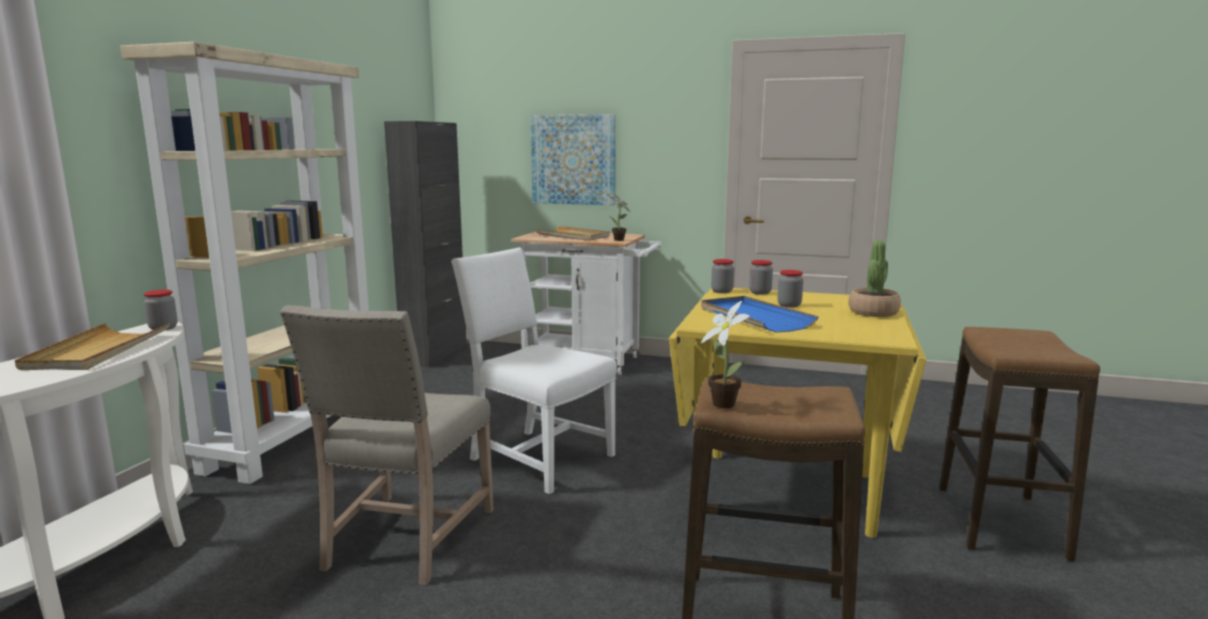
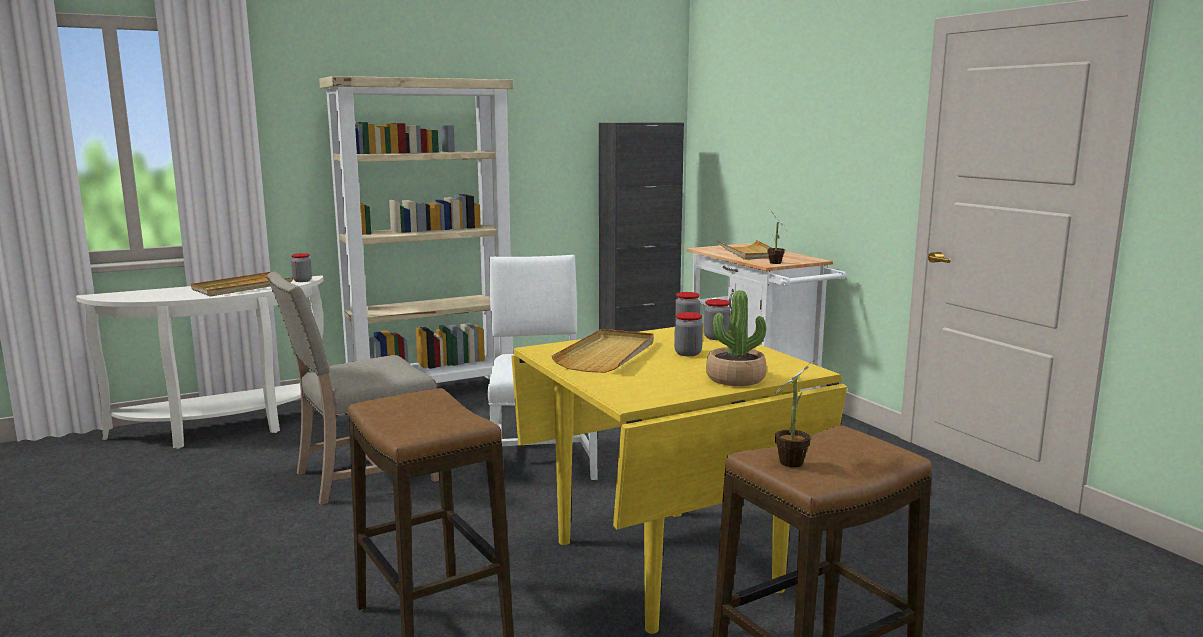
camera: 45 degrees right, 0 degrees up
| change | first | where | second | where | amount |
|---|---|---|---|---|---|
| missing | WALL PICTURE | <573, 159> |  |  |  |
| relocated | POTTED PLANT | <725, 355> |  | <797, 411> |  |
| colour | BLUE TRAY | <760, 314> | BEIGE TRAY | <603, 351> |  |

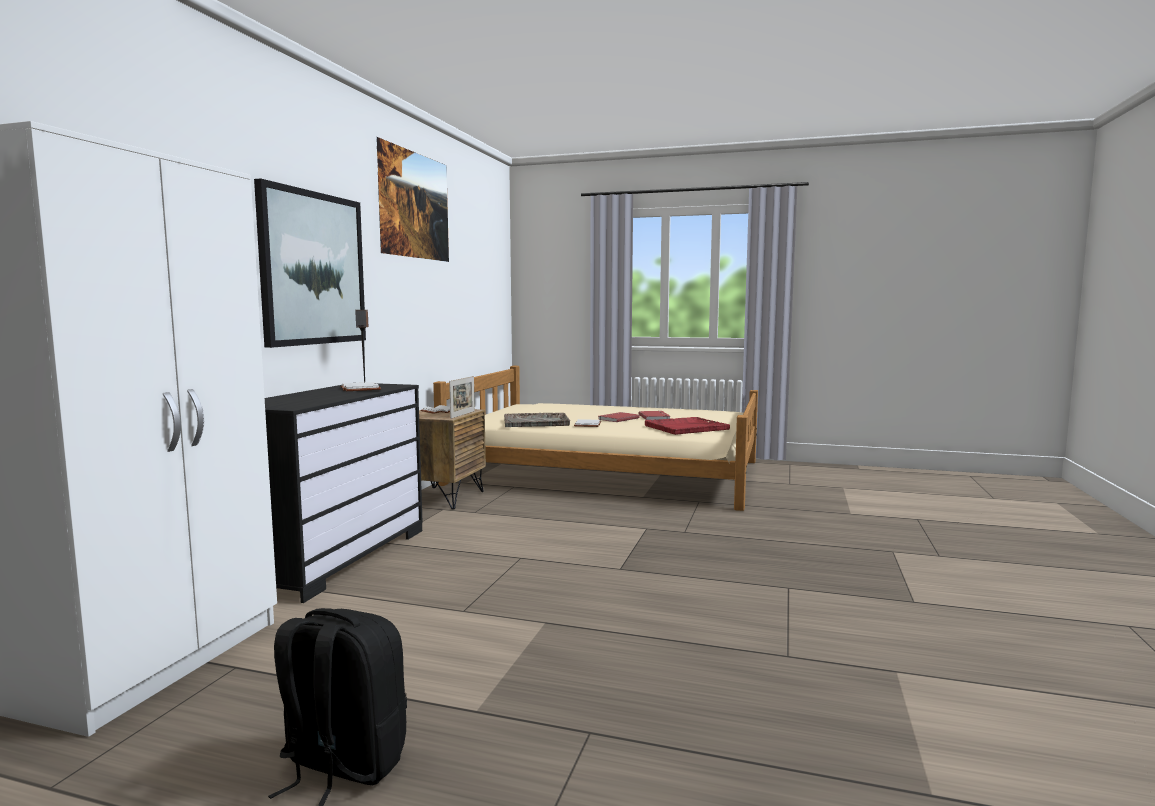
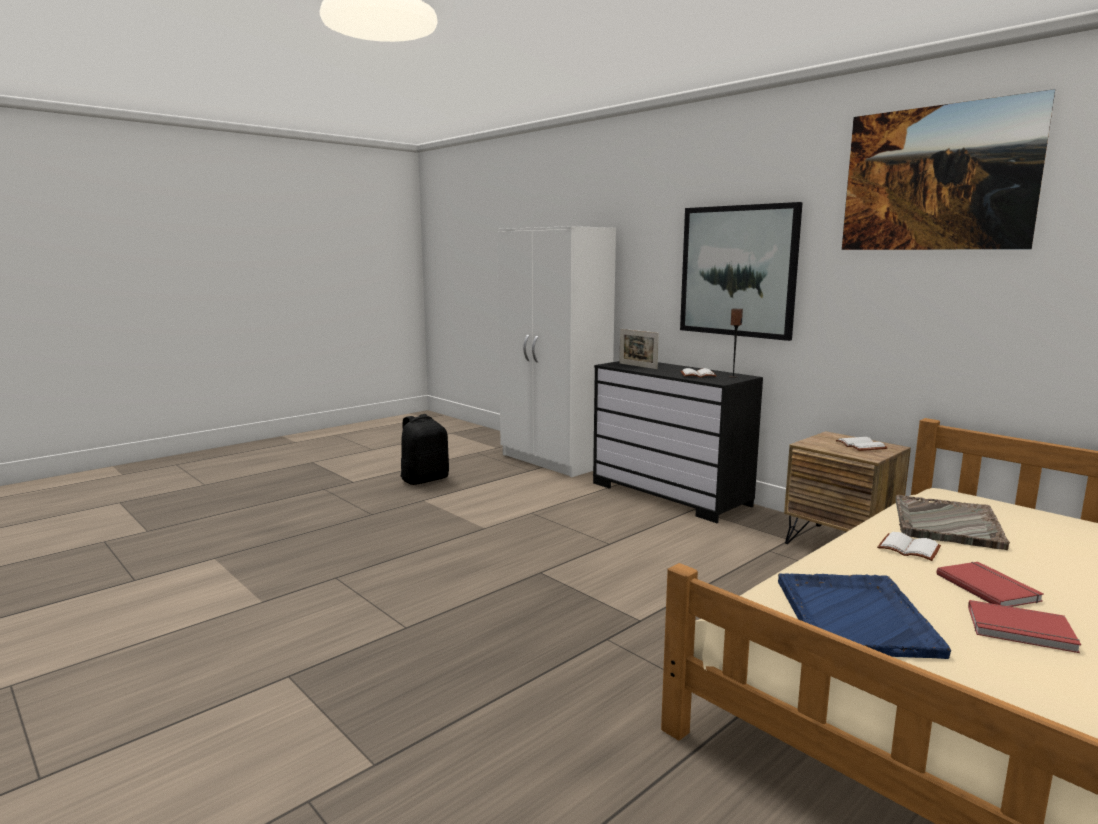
camera: 120 degrees right, 5 degrees up
| change | first | where | second | where | amount |
|---|---|---|---|---|---|
| relocated | STANDING FRAME | <462, 397> |  | <639, 349> |  |
| colour | RED TRAY | <687, 426> | BLUE TRAY | <864, 616> |  |

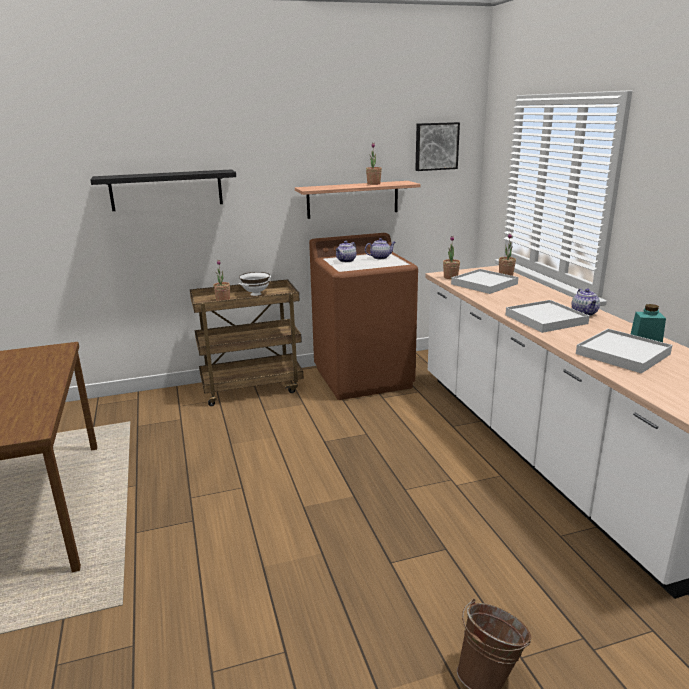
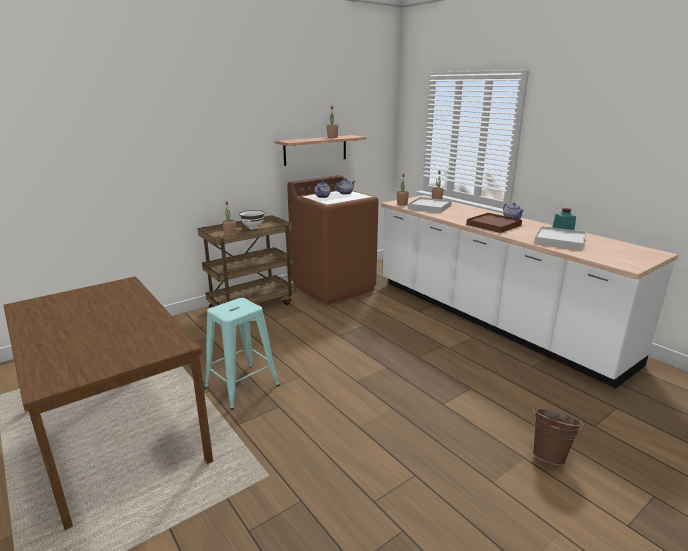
camera: 20 degrees left, 0 degrees up
| change | first | where | second | where | amount |
|---|---|---|---|---|---|
| missing | BLACK BRACKET SHELF | <163, 190> |  |  |  |
| missing | WALL PICTURE | <437, 146> |  |  |  |
| appeared |  |  | BLUE-GREEN SITTING STOOL | <242, 354> |  |
| colour | WHITE TRAY | <547, 316> | BROWN TRAY | <494, 223> |  |

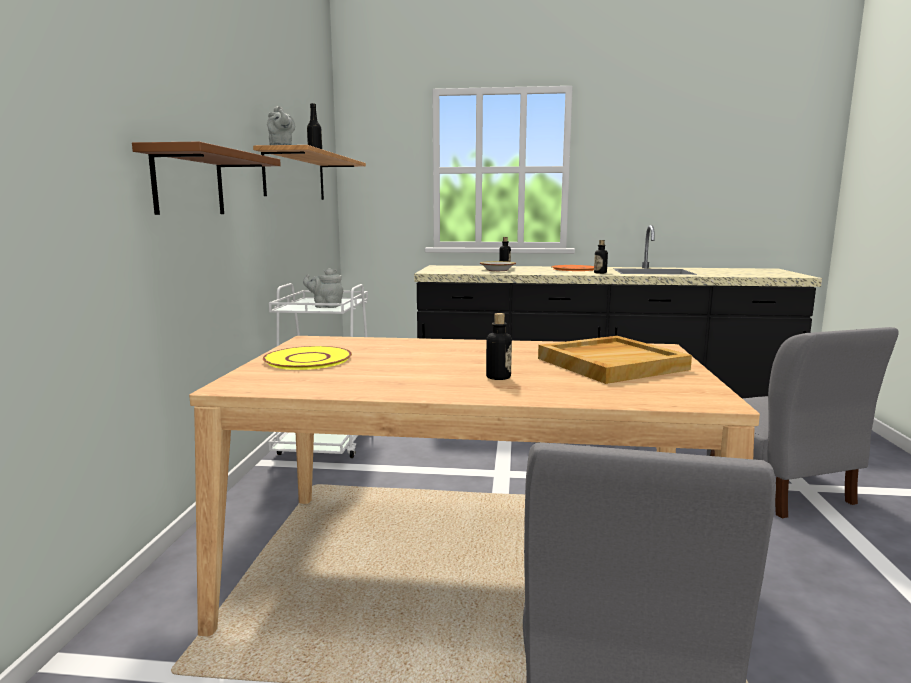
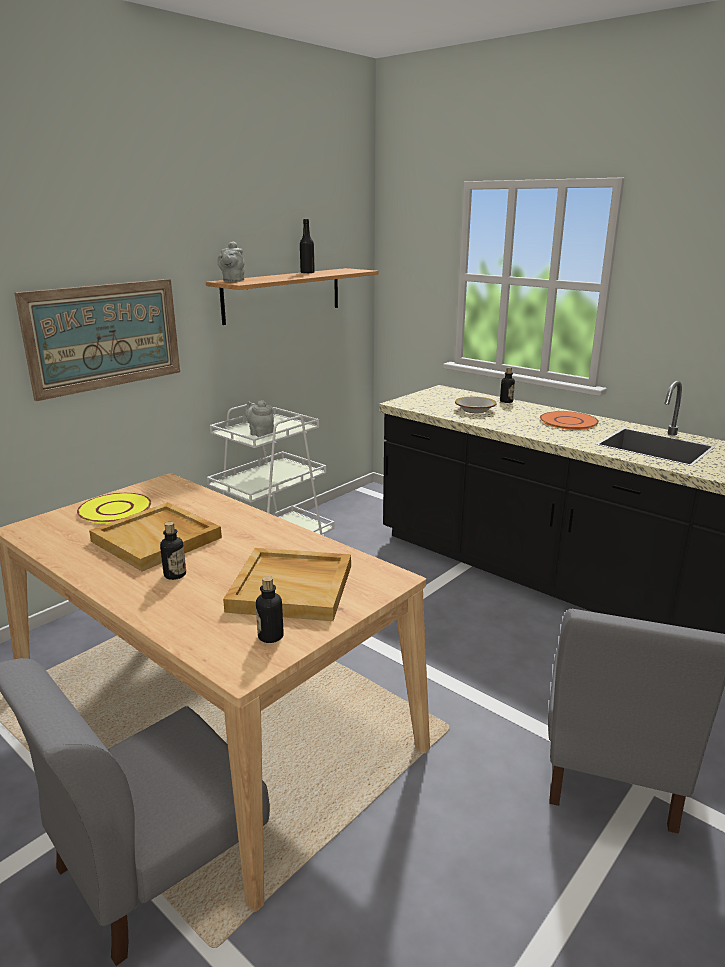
camera: 35 degrees right, 10 degrees up
| change | first | where | second | where | amount |
|---|---|---|---|---|---|
| appeared |  |  | BEIGE TRAY | <155, 536> |  |
| relocated | BEVERAGE BOTTLE | <601, 257> |  | <270, 609> |  |
| exchanged | BROWN BRACKET SHELF | <206, 178> | WALL PICTURE | <97, 340> |  |

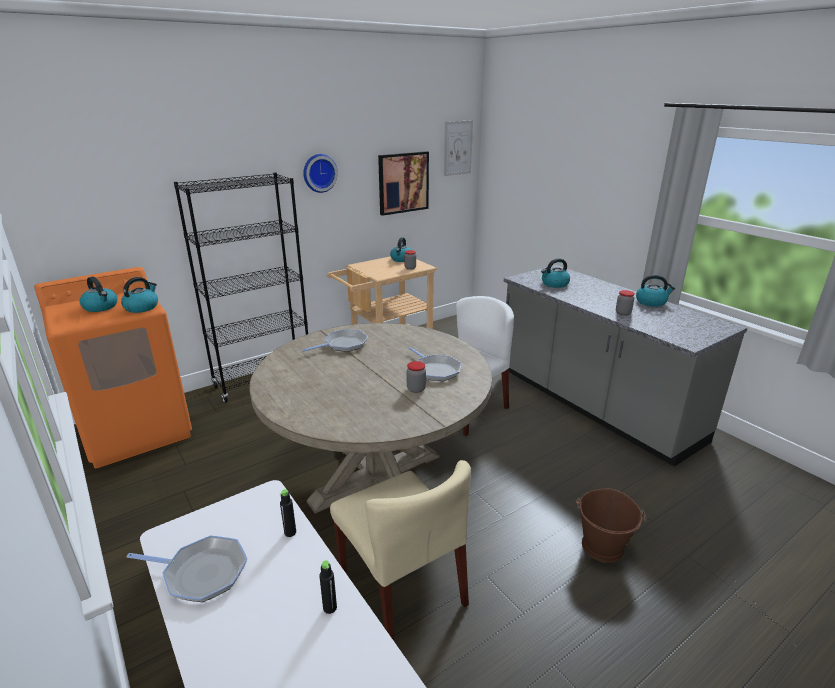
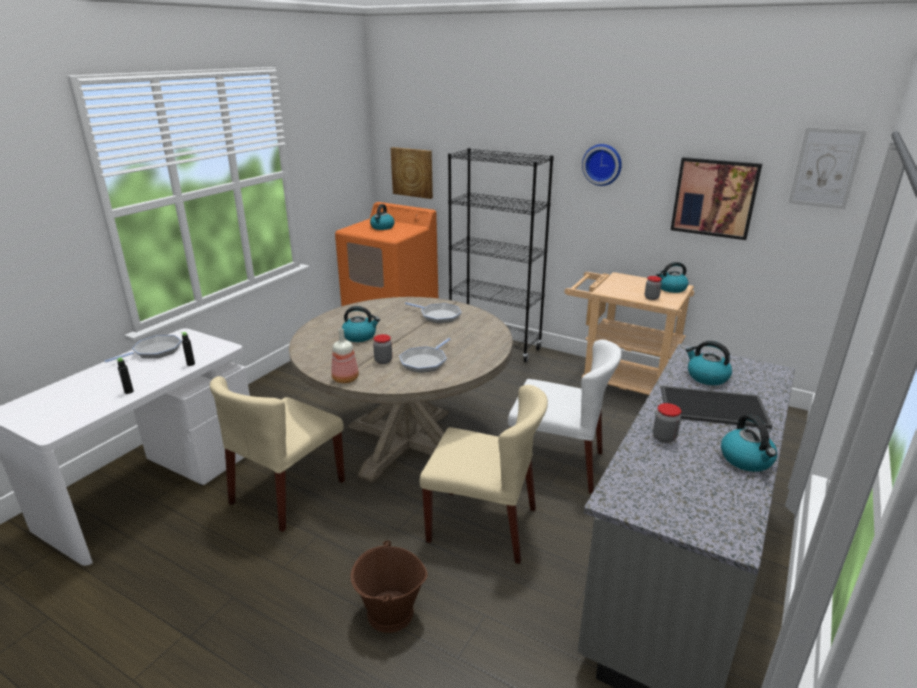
camera: 65 degrees right, 0 degrees up
| change | first | where | second | where | amount |
|---|---|---|---|---|---|
| appeared |  |  | BEVERAGE BOTTLE | <345, 355> |  |
| appeared |  |  | WALL PICTURE | <412, 173> |  |
| appeared |  |  | BEIGE PLAIN CHAIR | <484, 474> |  |
| appeared |  |  | TRAY | <716, 407> |  |
| relocated | WATER KETTLE | <139, 295> |  | <361, 324> |  |
| spun | PAN | <187, 568> |  | <143, 348> | 120 degrees counterclockwise |

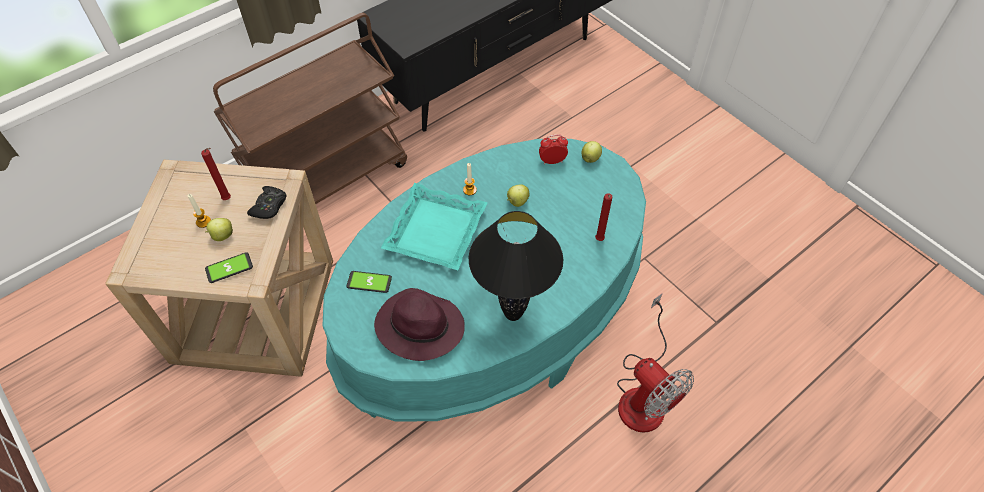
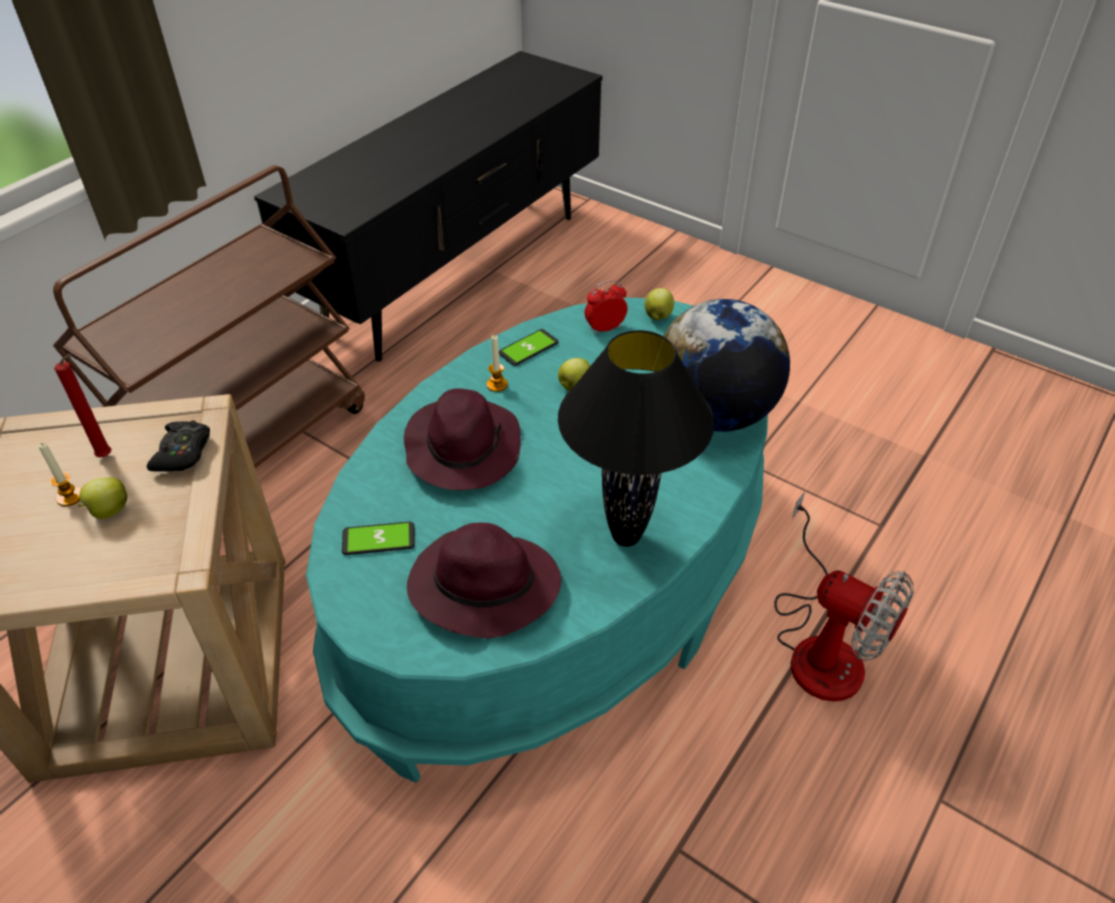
camera: 15 degrees left, 10 degrees down
| change | first | where | second | where | amount |
|---|---|---|---|---|---|
| relocated | HANDSET | <229, 267> |  | <529, 347> |  |
| exchanged | BLUE-GREEN TRAY | <434, 226> | PURPLE-COLOURED CLOTHING HAT | <462, 439> |  |
| exchanged | RED CANDLE | <604, 217> | DESK GLOBE | <727, 365> |  |

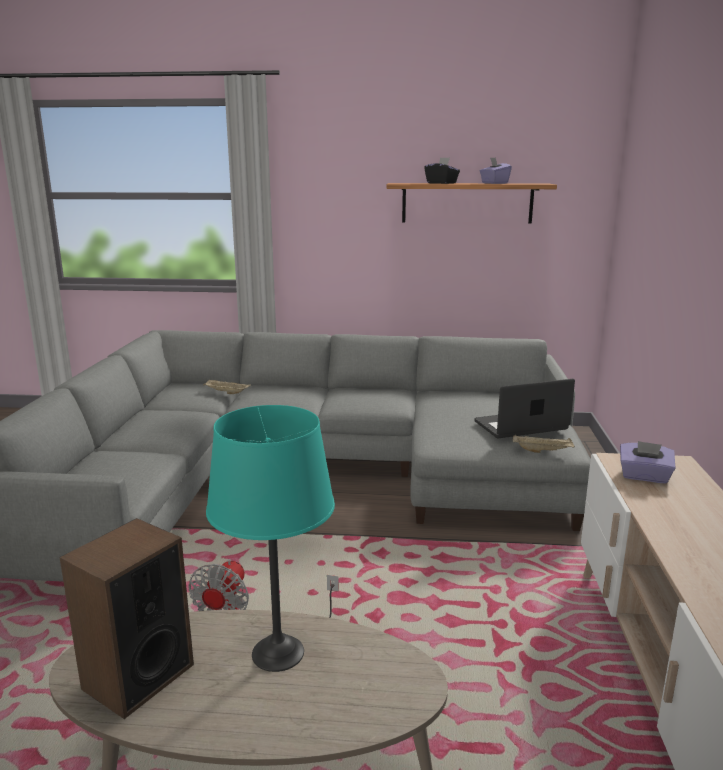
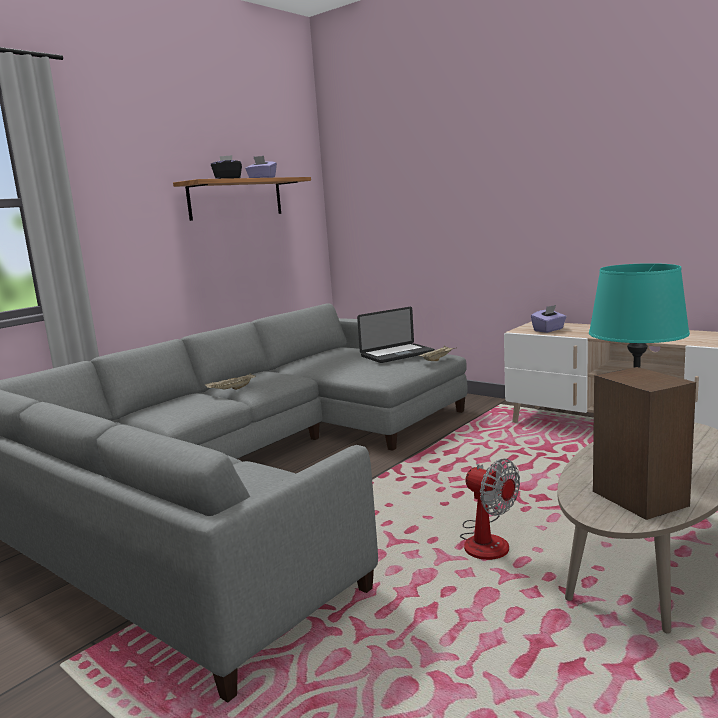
camera: 55 degrees left, 5 degrees down
| change | first | where | second | where | amount |
|---|---|---|---|---|---|
| relocated | BEIGE TRAY | <227, 386> |  | <230, 381> |  |
| spun | NOTEBOOK COMPUTER | <524, 408> |  | <396, 335> | 135 degrees counterclockwise |

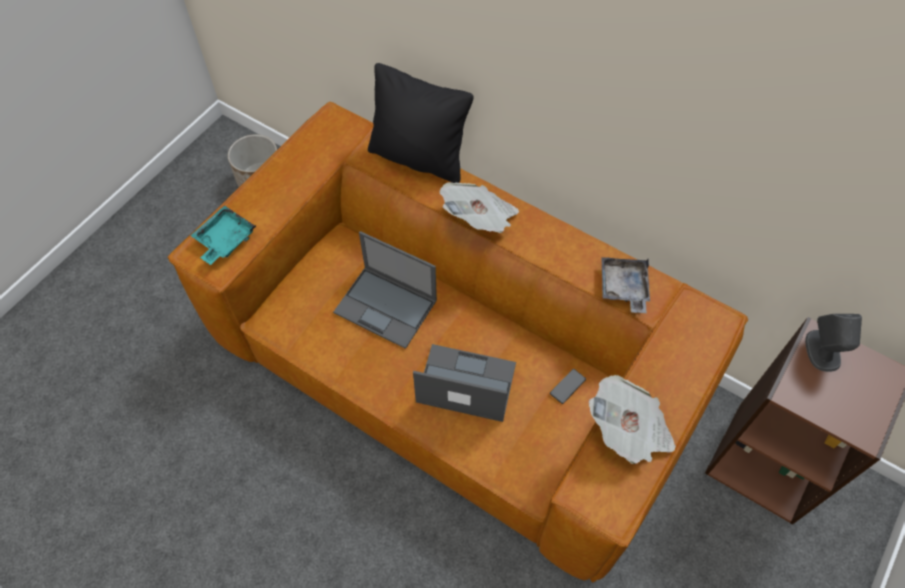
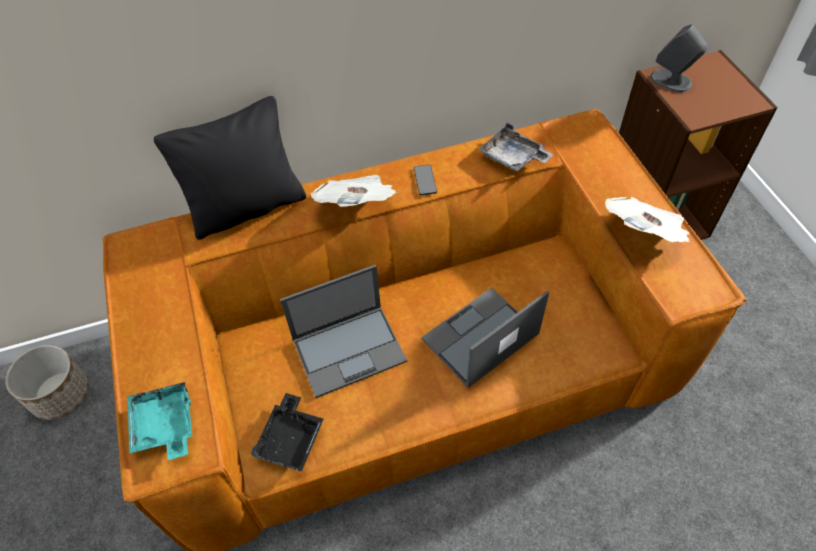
camera: 50 degrees left, 5 degrees down
| change | first | where | second | where | amount |
|---|---|---|---|---|---|
| appeared |  |  | BLACK TRAY | <287, 432> |  |
| relocated | HANDSET | <568, 386> |  | <425, 180> |  |

